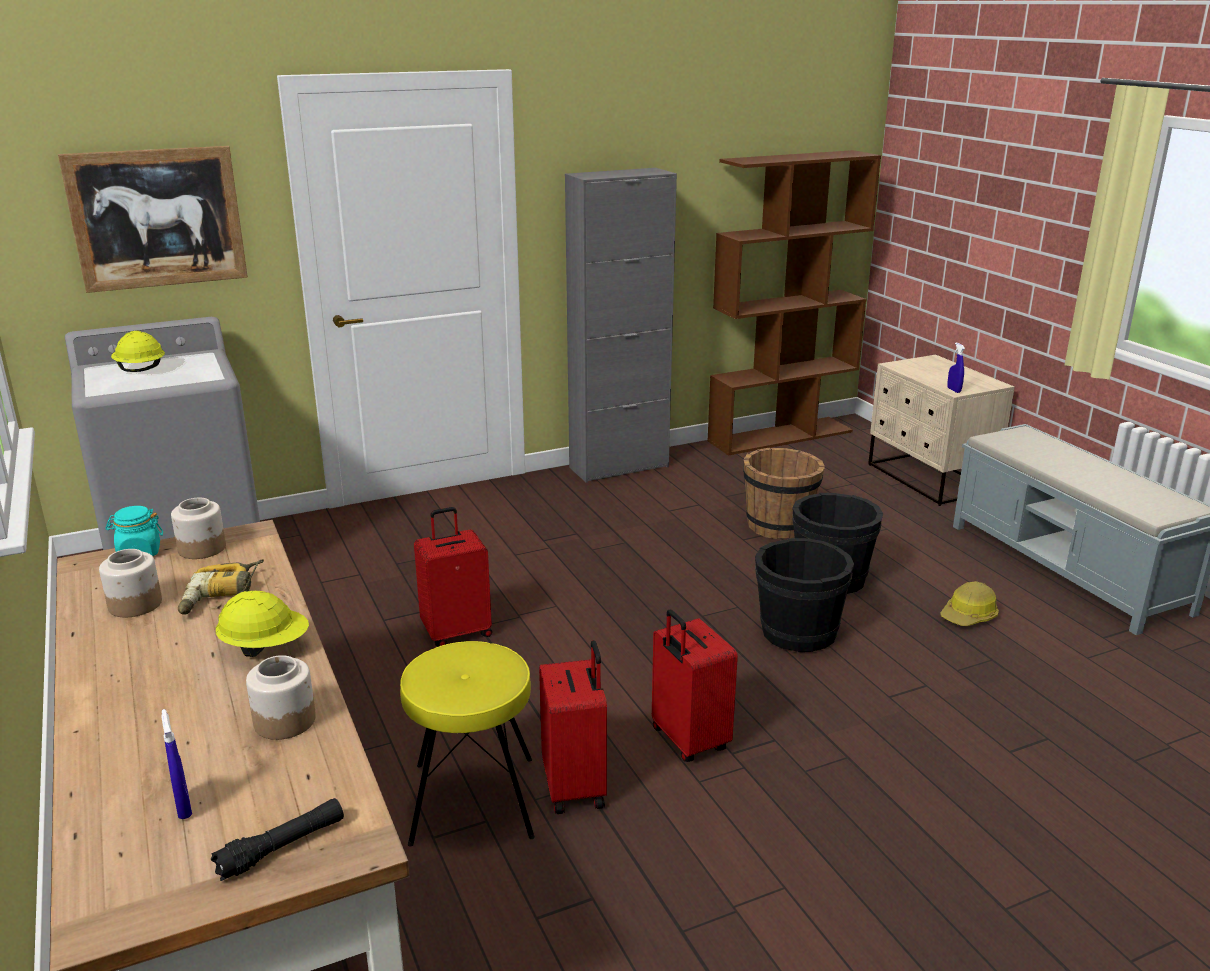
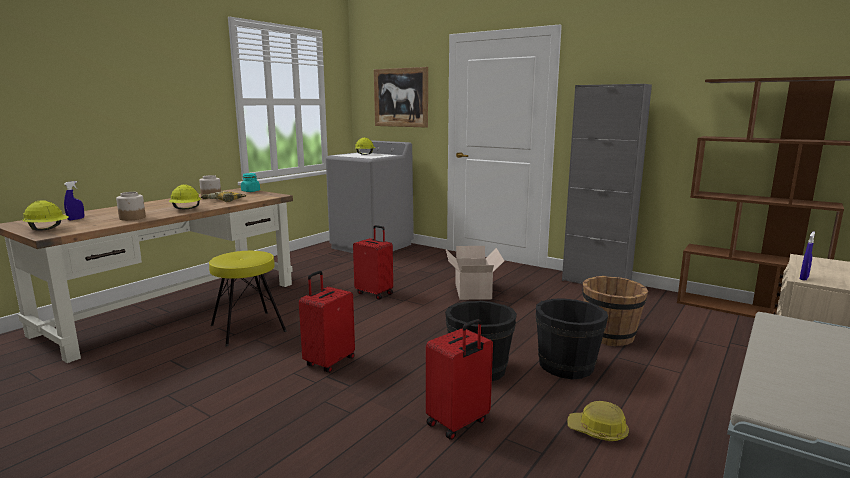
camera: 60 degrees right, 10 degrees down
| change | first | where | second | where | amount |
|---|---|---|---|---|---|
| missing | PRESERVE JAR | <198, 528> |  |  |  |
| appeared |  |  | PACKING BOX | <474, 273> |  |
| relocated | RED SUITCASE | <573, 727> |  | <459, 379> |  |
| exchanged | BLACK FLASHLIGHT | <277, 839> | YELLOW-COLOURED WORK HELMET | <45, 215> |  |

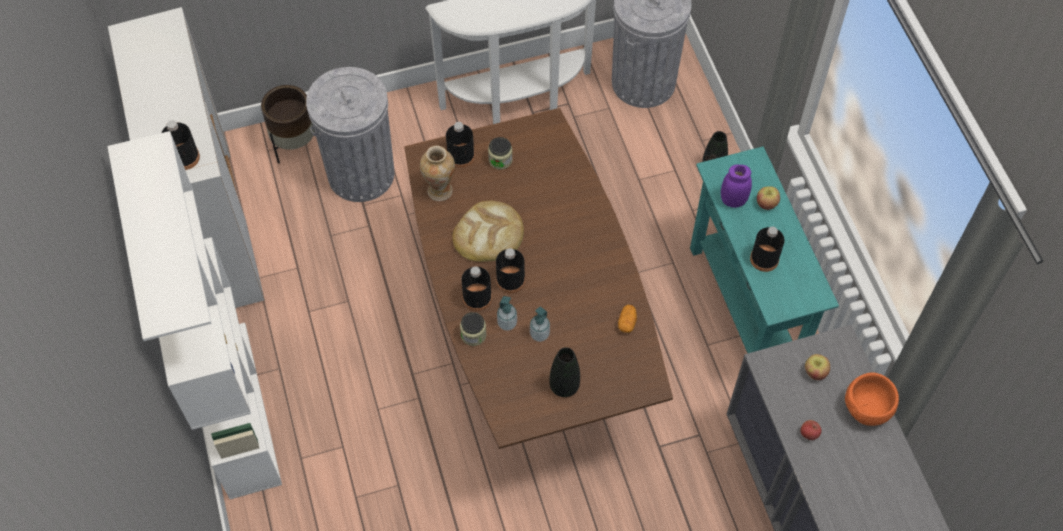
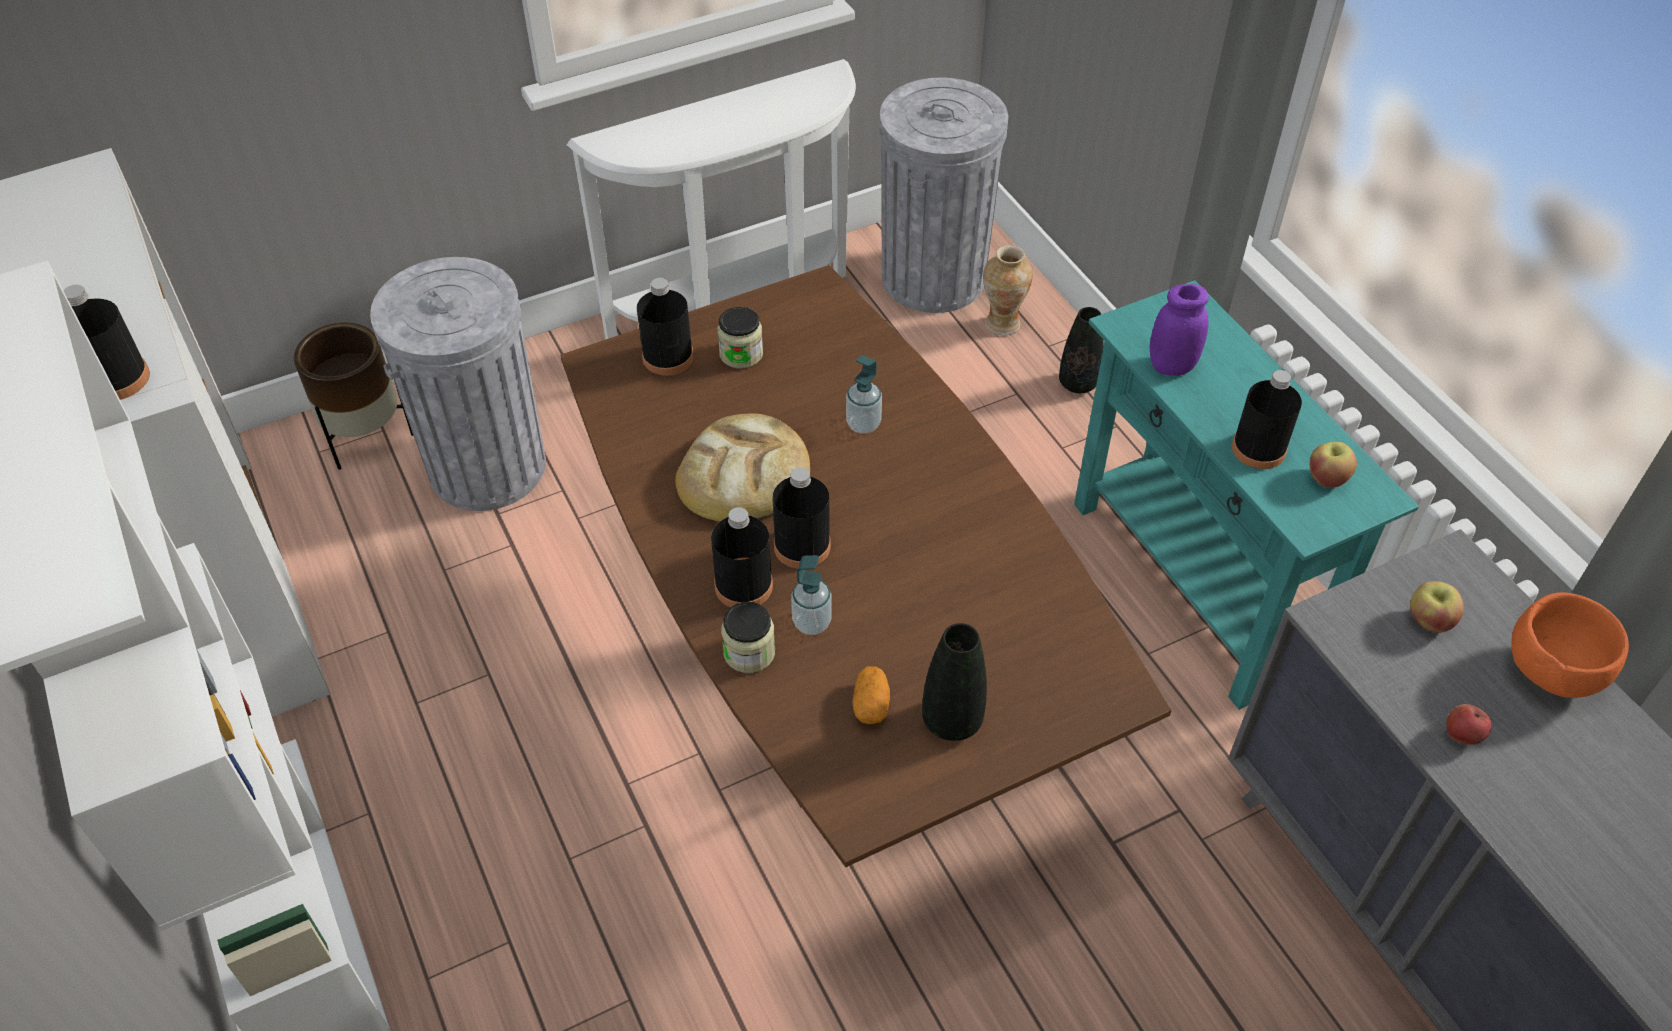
camera: 10 degrees left, 10 degrees down
| change | first | where | second | where | amount |
|---|---|---|---|---|---|
| relocated | FLOWER VASE | <437, 173> |  | <1008, 290> |  |
| relocated | SOAP DISPENSER | <540, 324> |  | <864, 394> |  |
| relocated | POTATO | <627, 319> |  | <871, 695> |  |
| relocated | APPLE | <768, 198> |  | <1333, 465> |  |

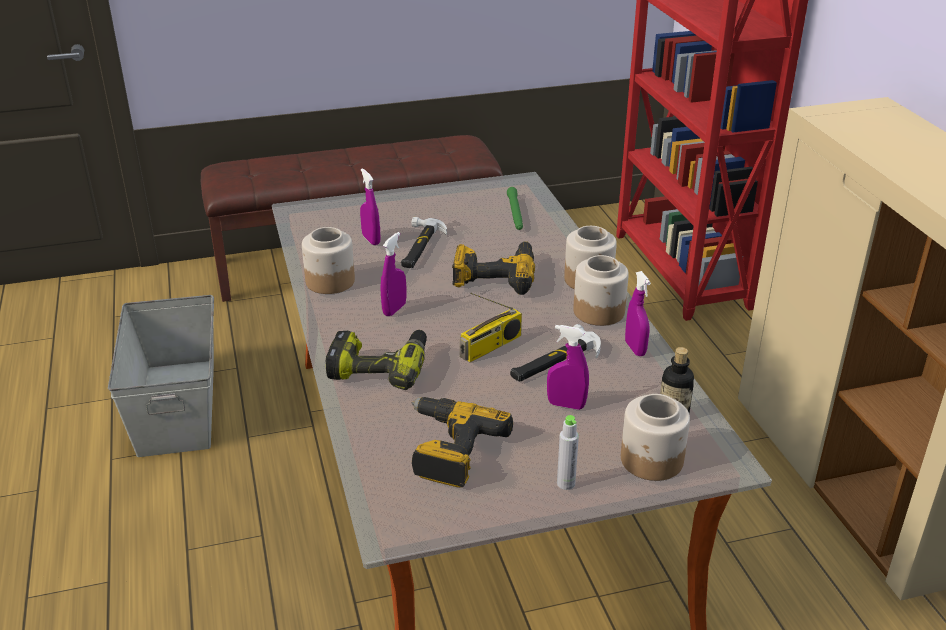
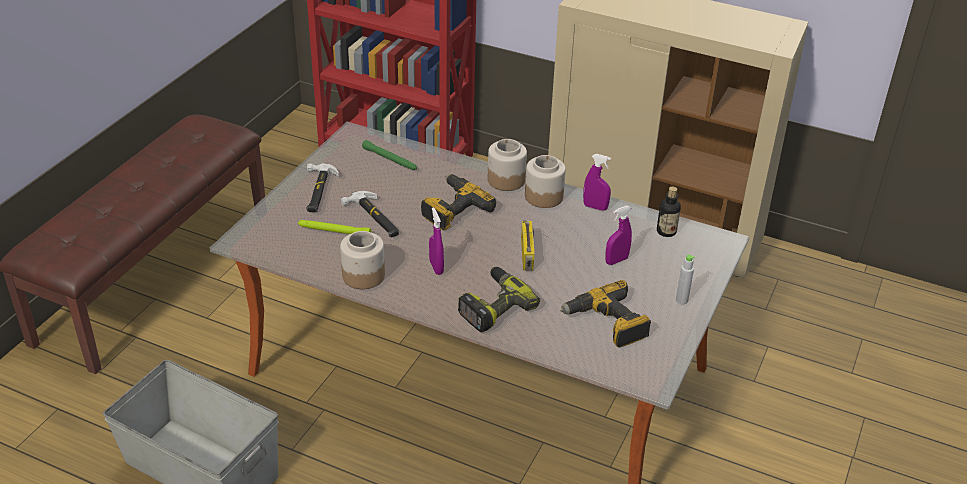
camera: 50 degrees left, 5 degrees up
| change | first | where | second | where | amount |
|---|---|---|---|---|---|
| missing | PRESERVE JAR | <655, 437> |  |  |  |
| relocated | HAMMER | <555, 352> |  | <323, 187> |  |
| exchanged | PURPLE-COLOURED SPRAYER | <370, 206> | GREEN-COLOURED FLASHLIGHT | <334, 227> |  |

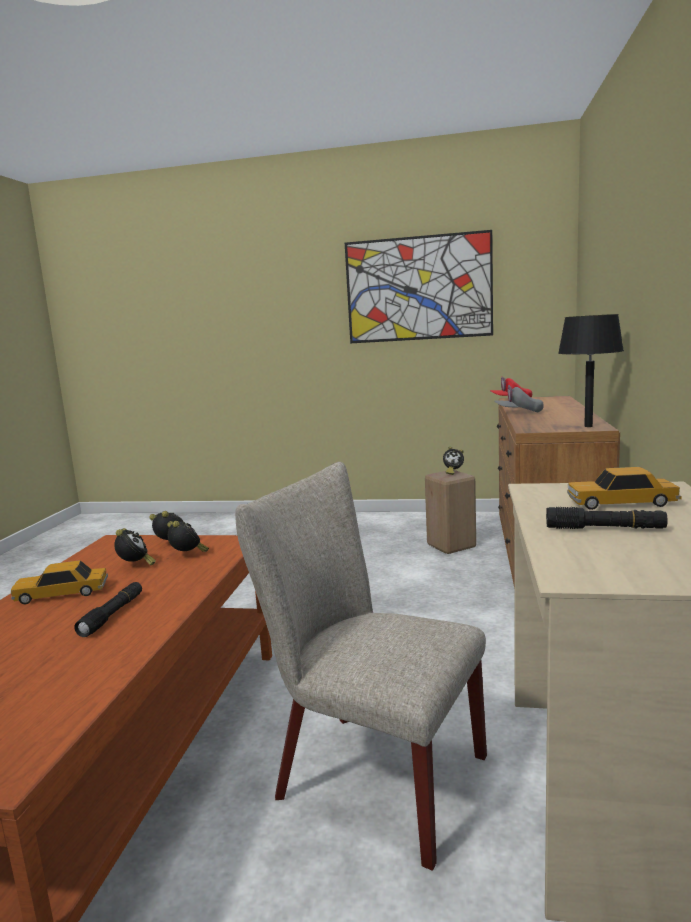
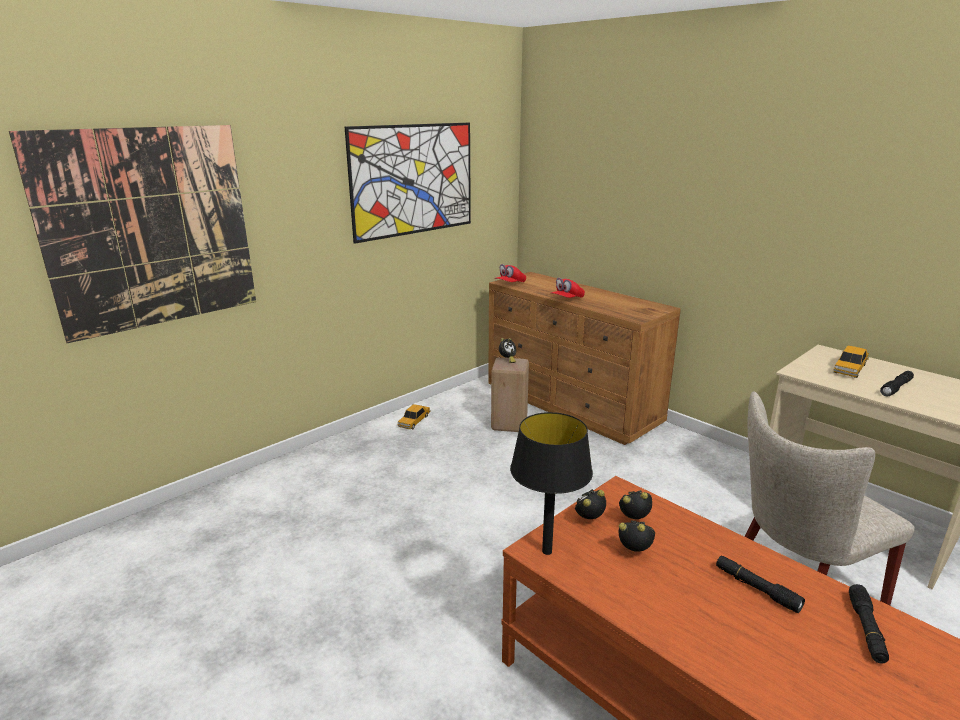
camera: 55 degrees left, 10 degrees up
| change | first | where | second | where | amount |
|---|---|---|---|---|---|
| appeared |  |  | WALL PICTURE | <132, 234> |  |
| appeared |  |  | BLACK FLASHLIGHT | <869, 624> |  |
| relocated | MODEL CAR | <59, 582> |  | <414, 416> |  |
| relocated | BLACK TABLETOP LAMP | <591, 370> |  | <551, 483> |  |
| colour | GREY CAP | <519, 399> | RED CAP | <568, 288> |  |

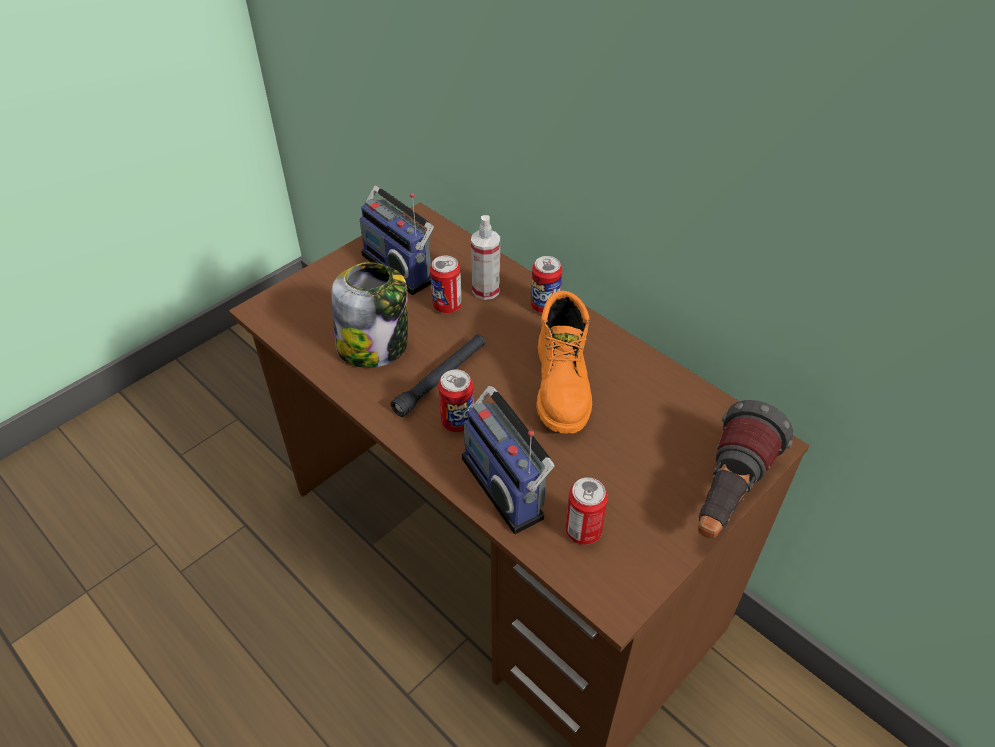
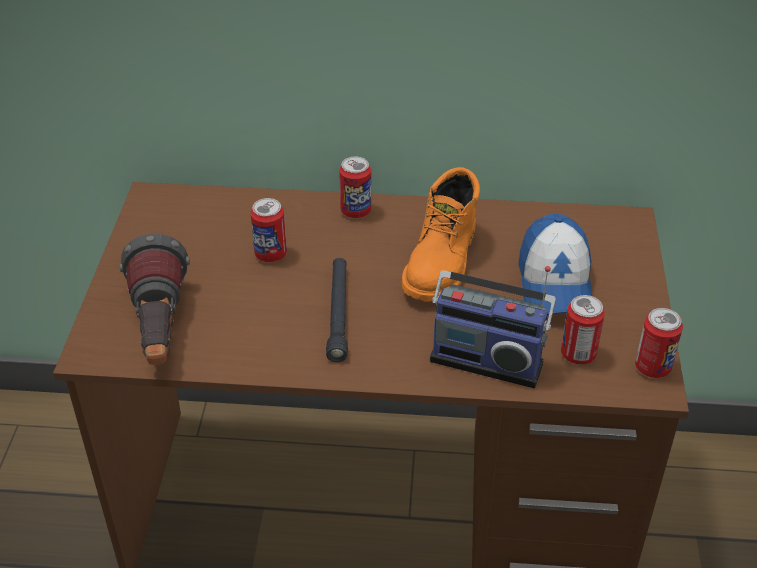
camera: 40 degrees left, 5 degrees down
| change | first | where | second | where | amount |
|---|---|---|---|---|---|
| missing | PRESERVE JAR | <369, 315> |  |  |  |
| missing | RADIO RECEIVER | <397, 240> |  |  |  |
| missing | SPRAYER | <485, 257> |  |  |  |
| appeared |  |  | CAP | <555, 264> |  |
| relocated | CAN | <456, 401> |  | <659, 343> |  |
| relocated | FLASHLIGHT | <746, 469> |  | <155, 299> |  |
| spun | ORANGE-COLOURED HIGH-TOP BOOT | <564, 362> |  | <441, 234> | 60 degrees clockwise |

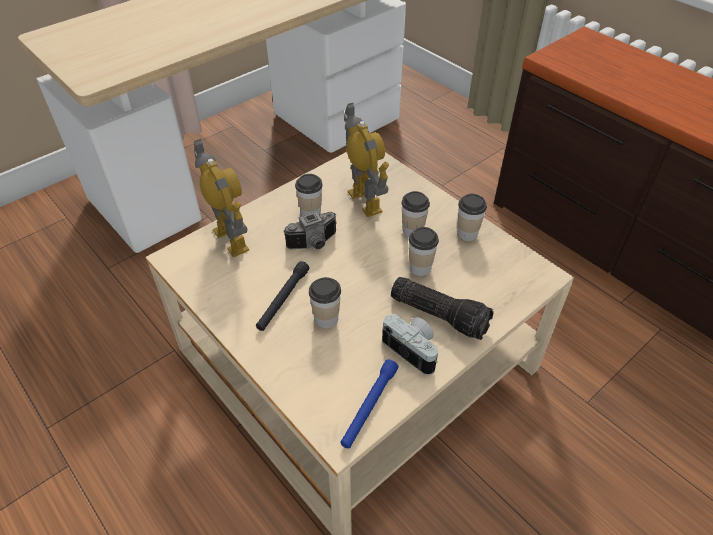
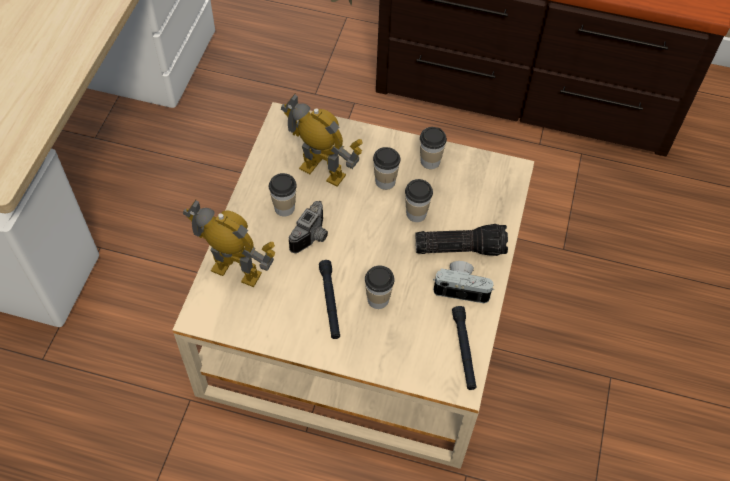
camera: 35 degrees left, 10 degrees up
| change | first | where | second | where | amount |
|---|---|---|---|---|---|
| colour | BLUE FLASHLIGHT | <369, 403> | BLACK FLASHLIGHT | <464, 348> |  |

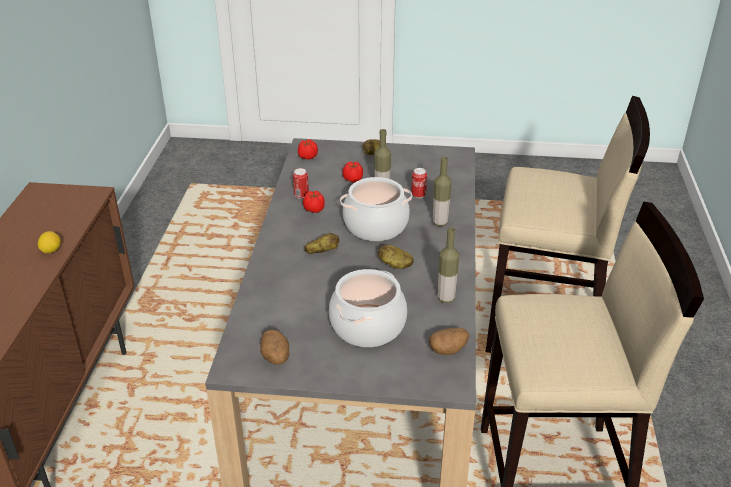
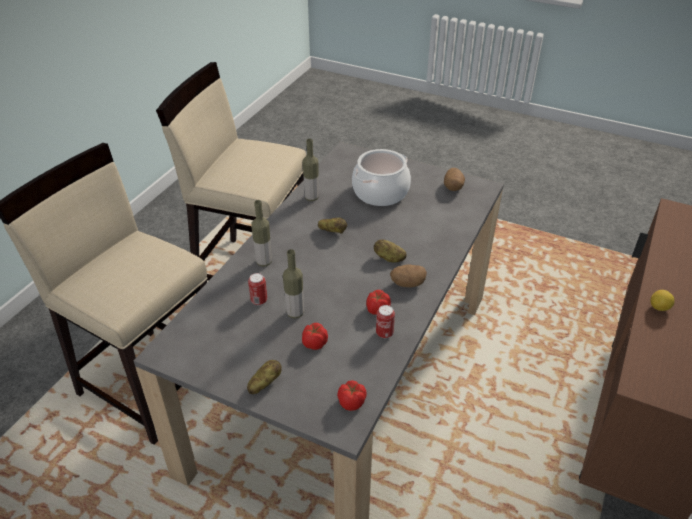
camera: 160 degrees left, 5 degrees up
| change | first | where | second | where | amount |
|---|---|---|---|---|---|
| missing | SAUCEPOT | <376, 209> |  |  |  |
| relocated | POTATO | <449, 341> |  | <408, 275> |  |

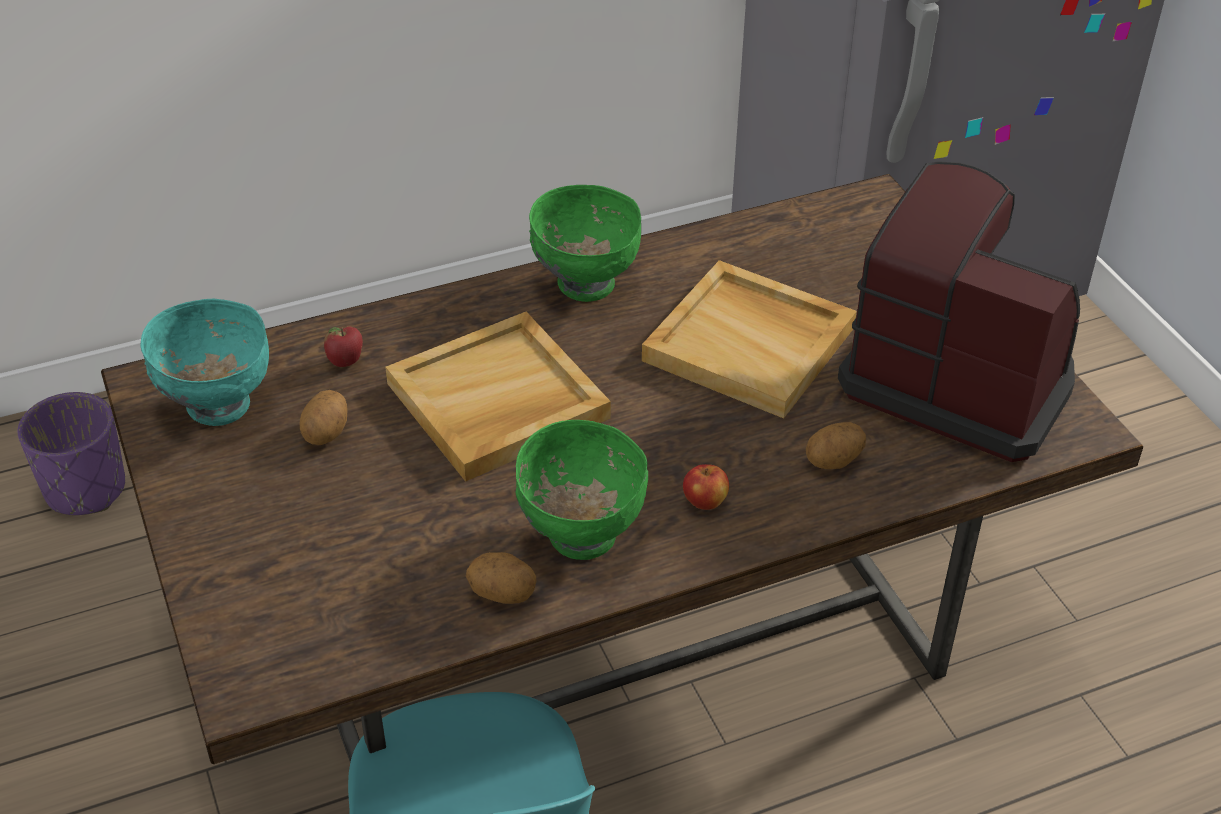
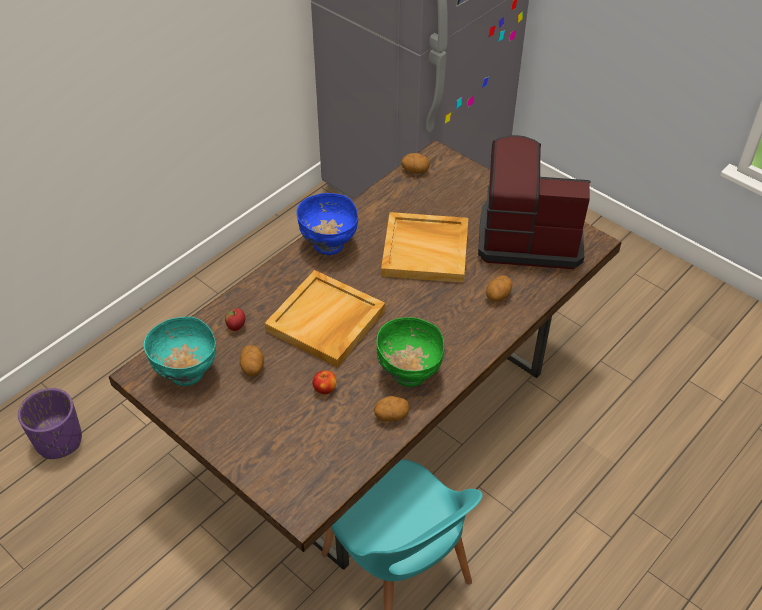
camera: 25 degrees left, 5 degrees up
| change | first | where | second | where | amount |
|---|---|---|---|---|---|
| appeared |  |  | POTATO | <415, 163> |  |
| relocated | APPLE | <706, 487> |  | <325, 382> |  |
| colour | GREEN-COLOURED BOWL | <585, 243> | BLUE BOWL | <327, 224> |  |

